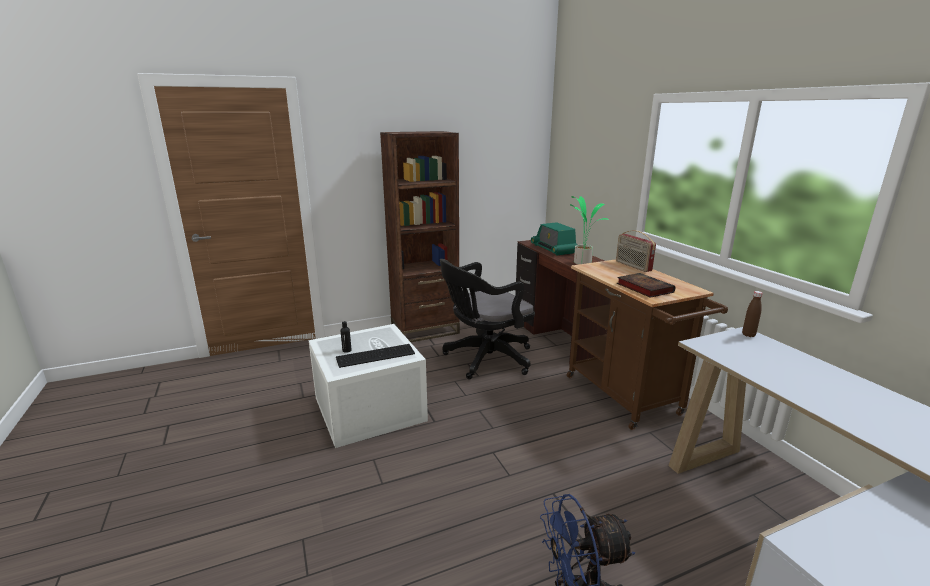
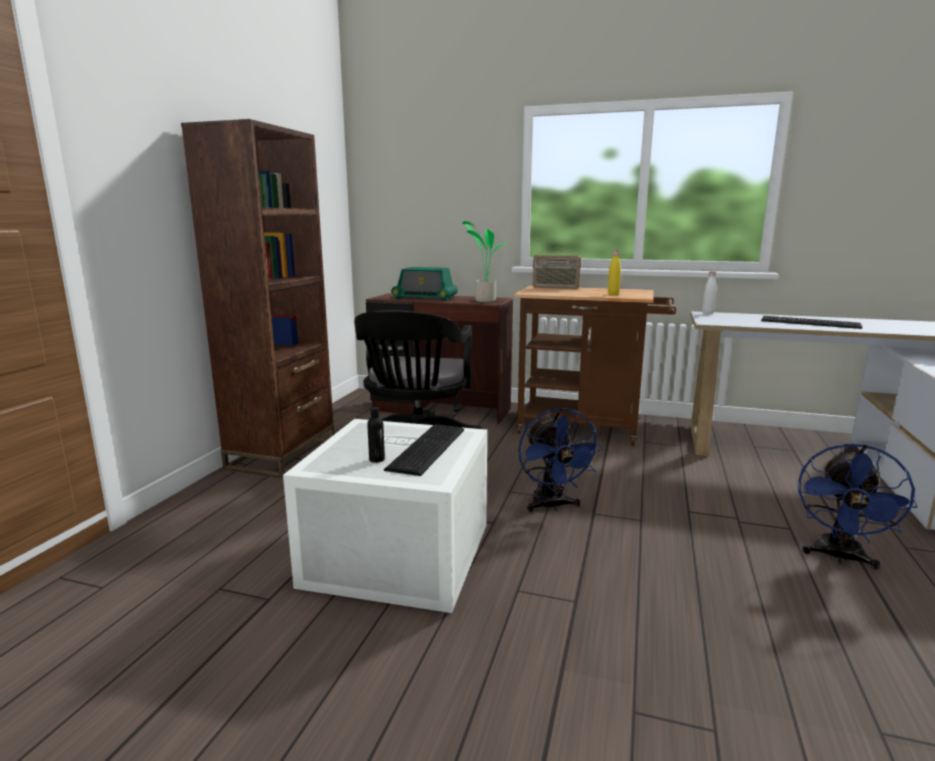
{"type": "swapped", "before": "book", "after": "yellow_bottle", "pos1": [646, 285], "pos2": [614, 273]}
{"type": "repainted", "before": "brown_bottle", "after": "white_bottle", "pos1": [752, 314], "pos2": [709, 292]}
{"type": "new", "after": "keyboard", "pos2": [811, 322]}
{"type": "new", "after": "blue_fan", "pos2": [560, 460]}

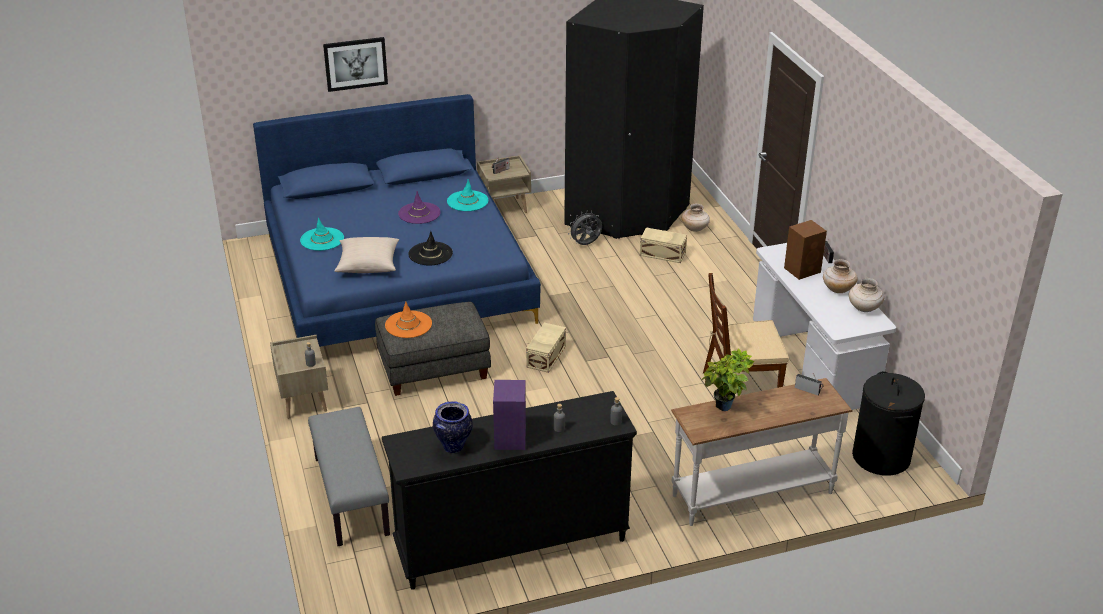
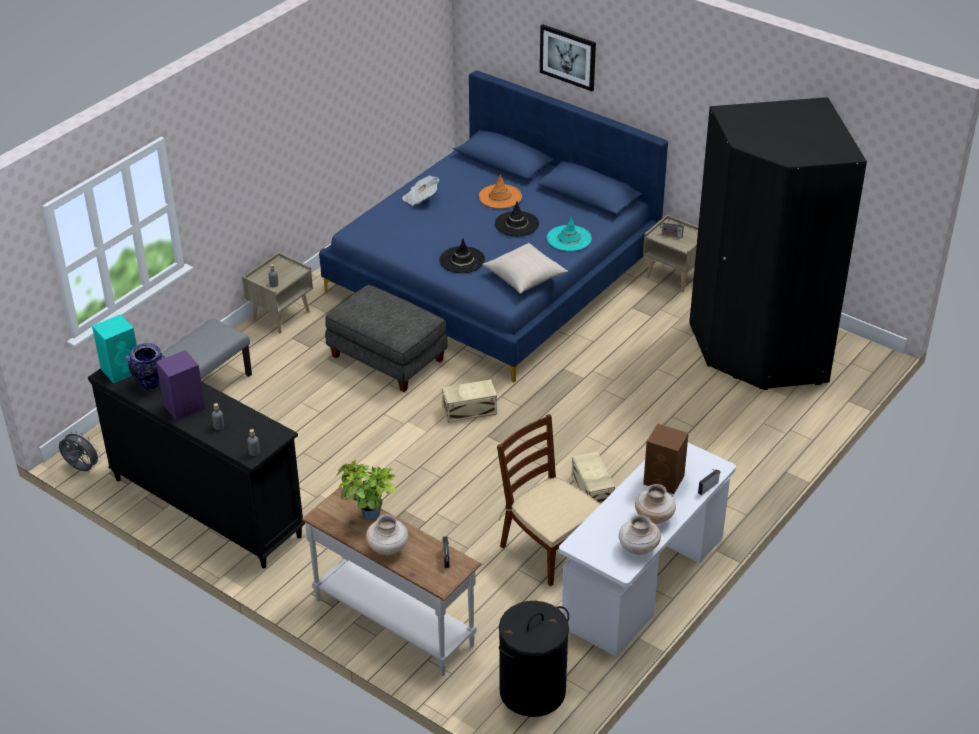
{"type": "repainted", "before": "purple_hat", "after": "black_hat", "pos1": [419, 207], "pos2": [517, 218]}
{"type": "shifted", "before": "beige_vase", "pos1": [696, 218], "pos2": [387, 534]}
{"type": "shifted", "before": "grey_fan", "pos1": [585, 227], "pos2": [80, 450]}
{"type": "swapped", "before": "turquoise_hat", "after": "newspaper", "pos1": [322, 234], "pos2": [420, 190]}
{"type": "shifted", "before": "beige_storage_box", "pos1": [663, 245], "pos2": [593, 477]}
{"type": "shifted", "before": "beige_pillow", "pos1": [366, 255], "pos2": [525, 268]}
{"type": "shifted", "before": "orange_hat", "pos1": [408, 319], "pos2": [500, 191]}
{"type": "new", "after": "turquoise_speaker", "pos2": [114, 348]}

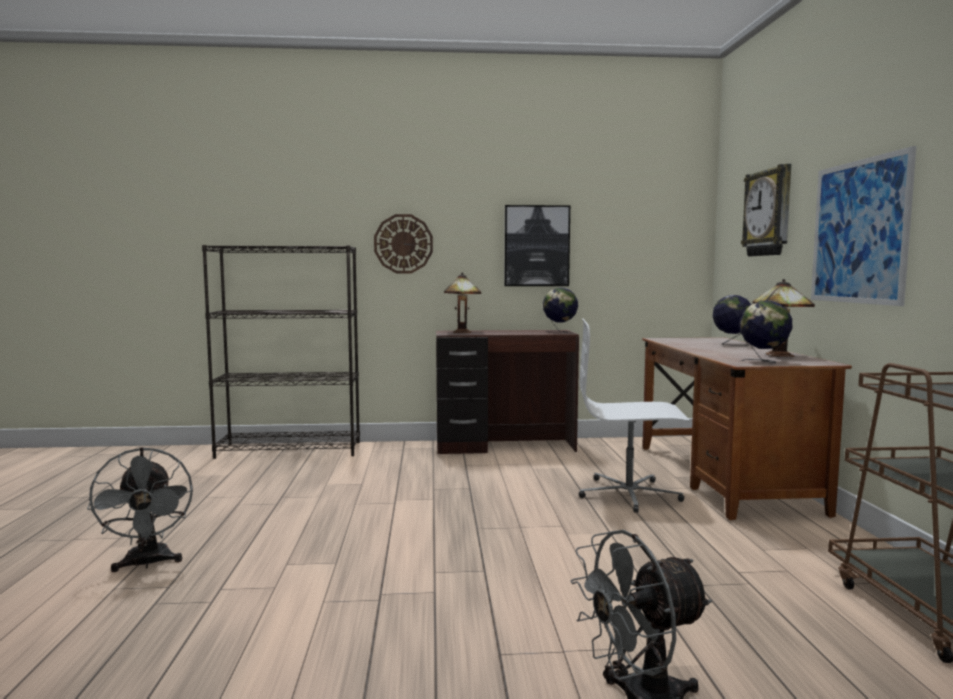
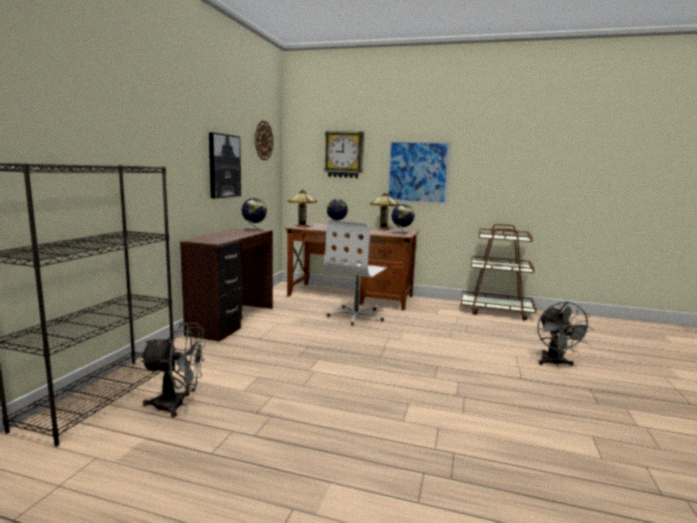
{"type": "shifted", "before": "wall_clock", "pos1": [403, 243], "pos2": [264, 140]}
{"type": "shifted", "before": "table_lamp", "pos1": [462, 302], "pos2": [302, 209]}
{"type": "shifted", "before": "grey_fan", "pos1": [140, 509], "pos2": [173, 370]}

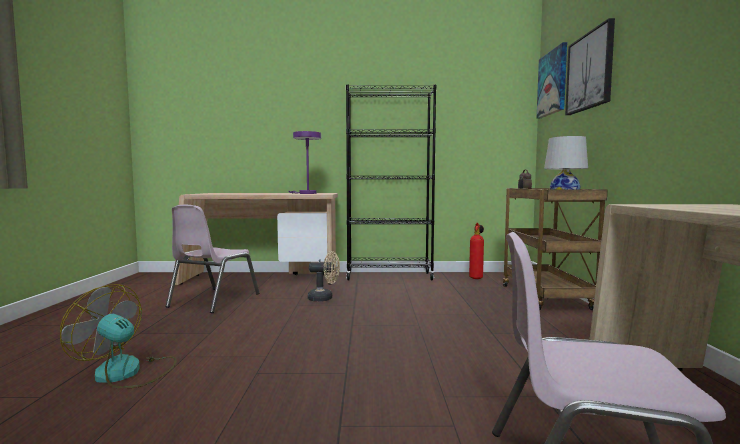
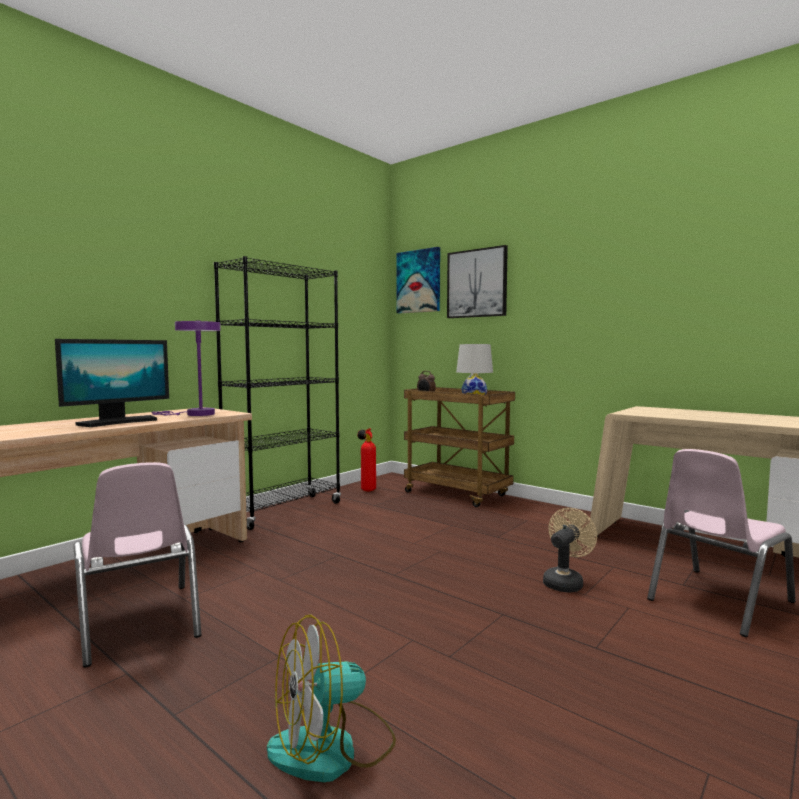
{"type": "shifted", "before": "beige_fan", "pos1": [324, 276], "pos2": [570, 550]}
{"type": "new", "after": "monitor", "pos2": [112, 383]}

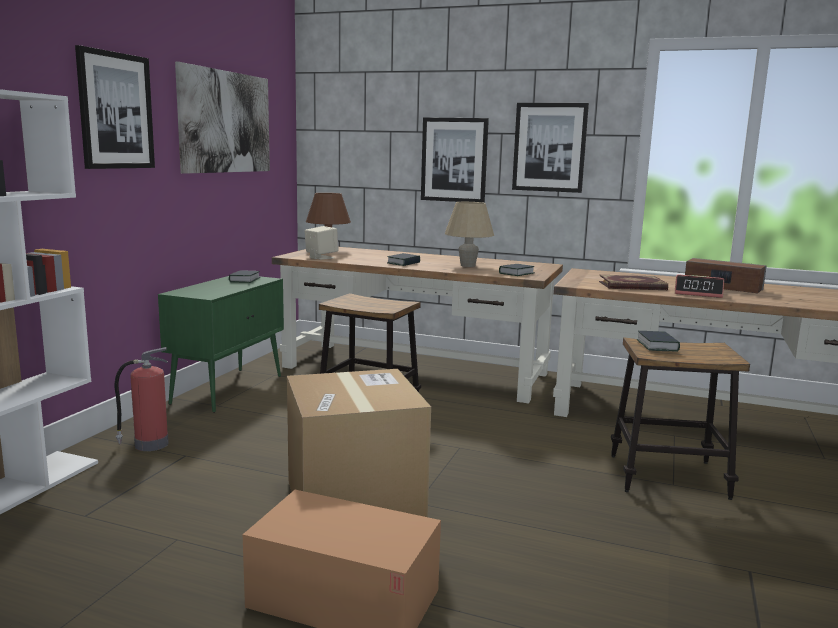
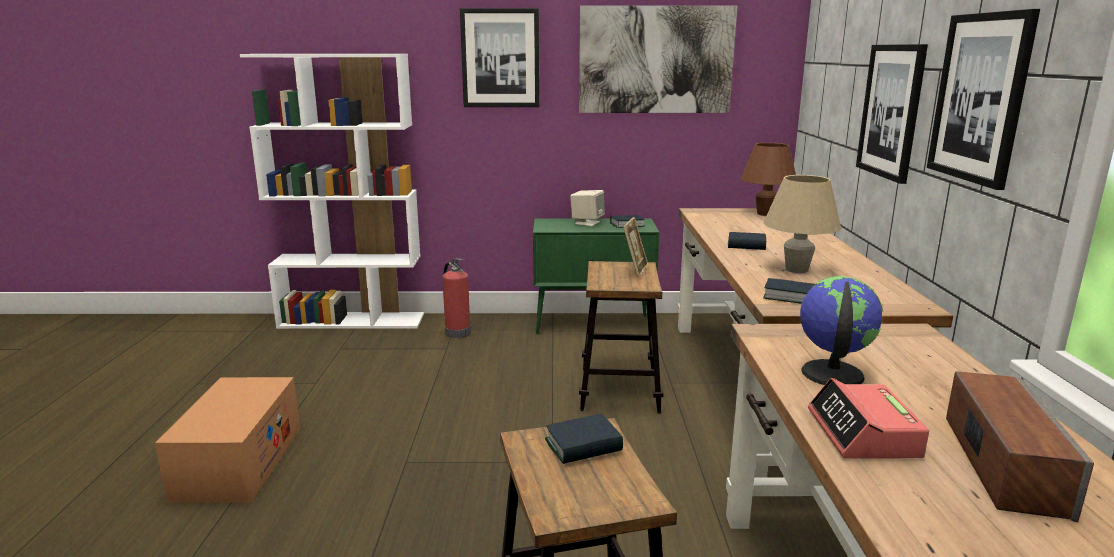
{"type": "shifted", "before": "beige_speaker", "pos1": [322, 243], "pos2": [587, 208]}
{"type": "swapped", "before": "book", "after": "globe", "pos1": [633, 282], "pos2": [841, 330]}
{"type": "gone", "before": "cardboard_box", "pos1": [359, 443]}
{"type": "new", "after": "picture_frame", "pos2": [635, 247]}

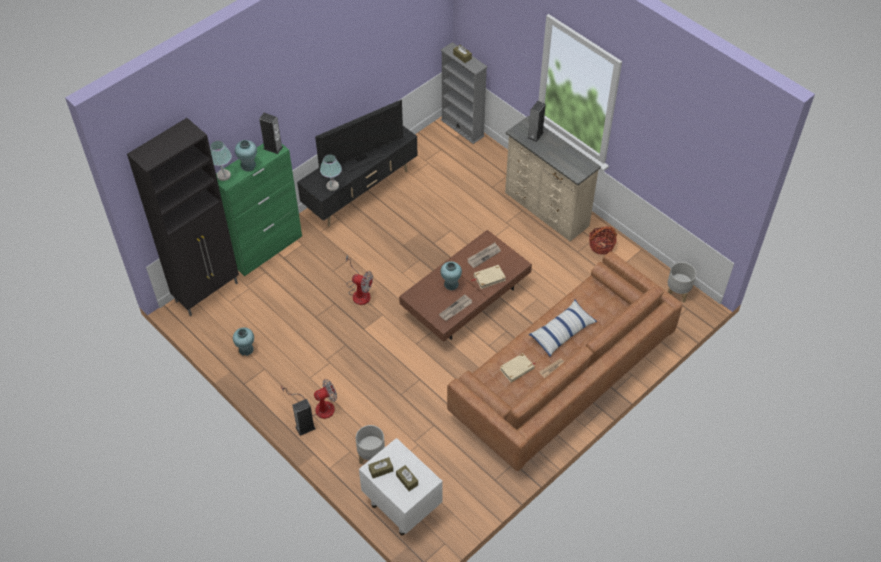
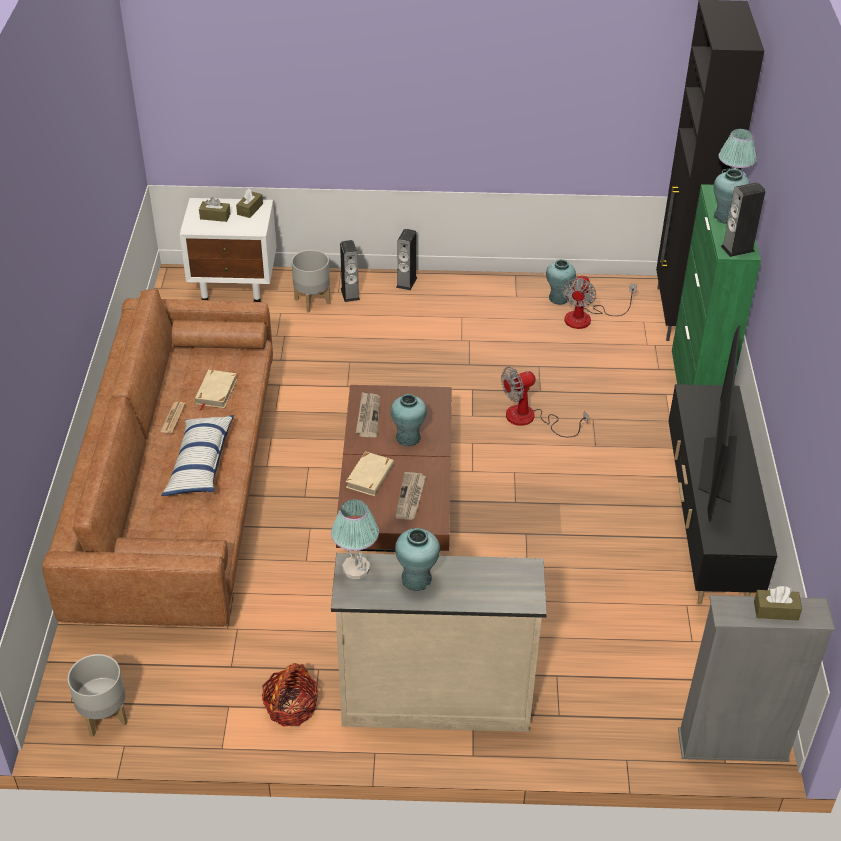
{"type": "shifted", "before": "speaker", "pos1": [536, 121], "pos2": [350, 271]}
{"type": "shifted", "before": "table_lamp", "pos1": [331, 172], "pos2": [355, 539]}
{"type": "shifted", "before": "fan", "pos1": [309, 399], "pos2": [599, 302]}
{"type": "new", "after": "turquoise_vase", "pos2": [417, 559]}

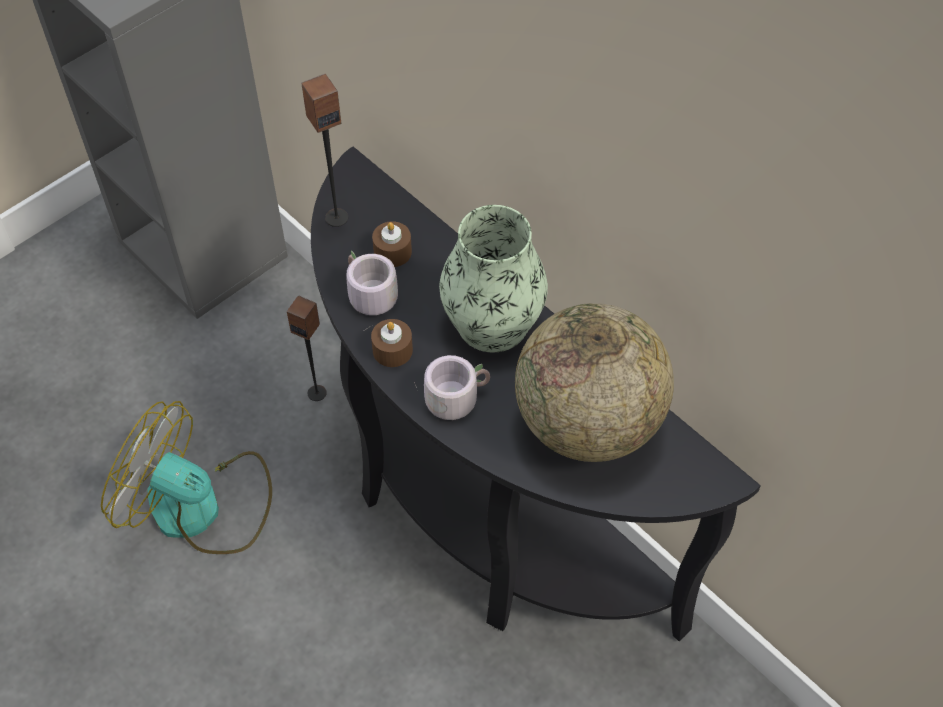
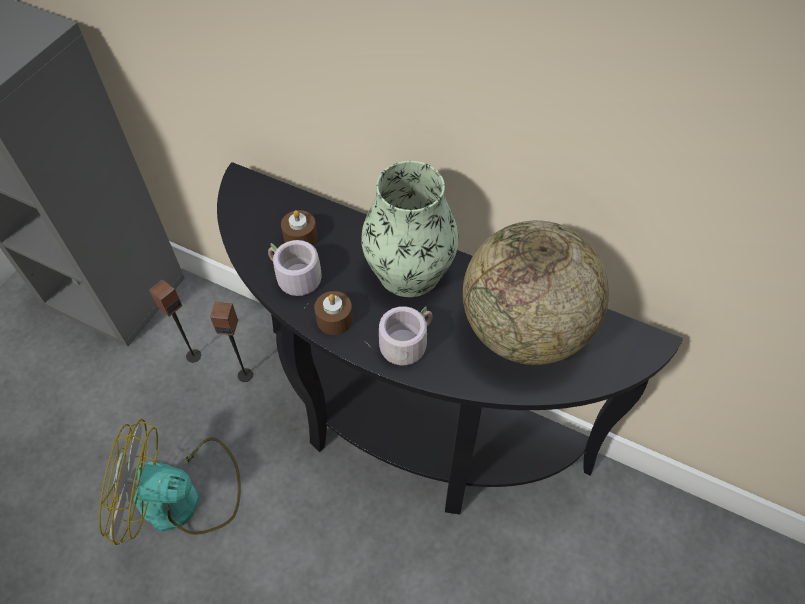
{"type": "shifted", "before": "speaker", "pos1": [325, 150], "pos2": [175, 321]}

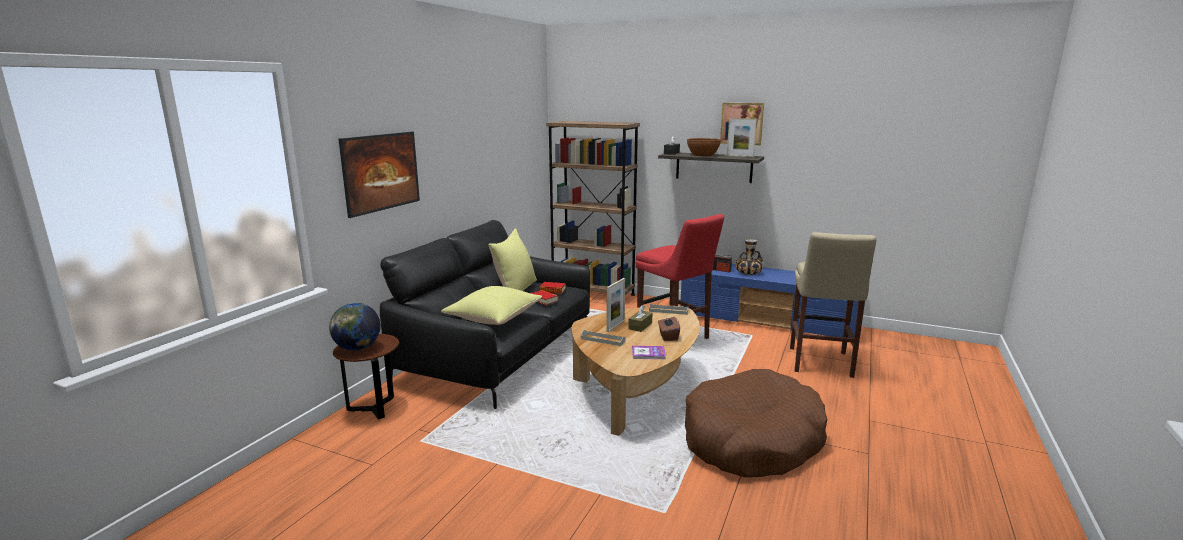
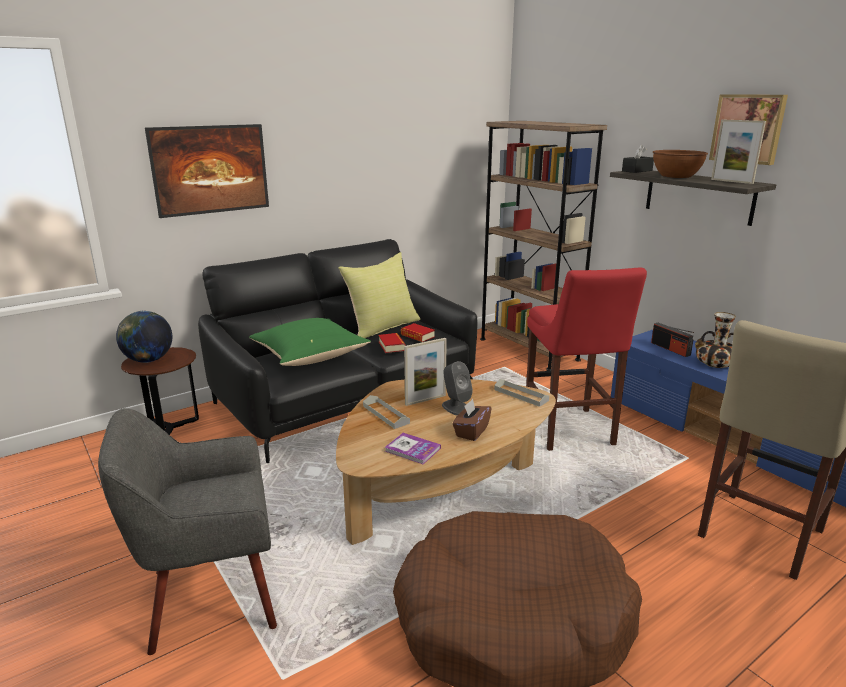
{"type": "repainted", "before": "yellow_pillow", "after": "green_pillow", "pos1": [491, 305], "pos2": [310, 342]}
{"type": "swapped", "before": "brown_tissue_box", "after": "grey_speaker", "pos1": [640, 318], "pos2": [457, 388]}
{"type": "new", "after": "grey_armchair", "pos2": [187, 531]}

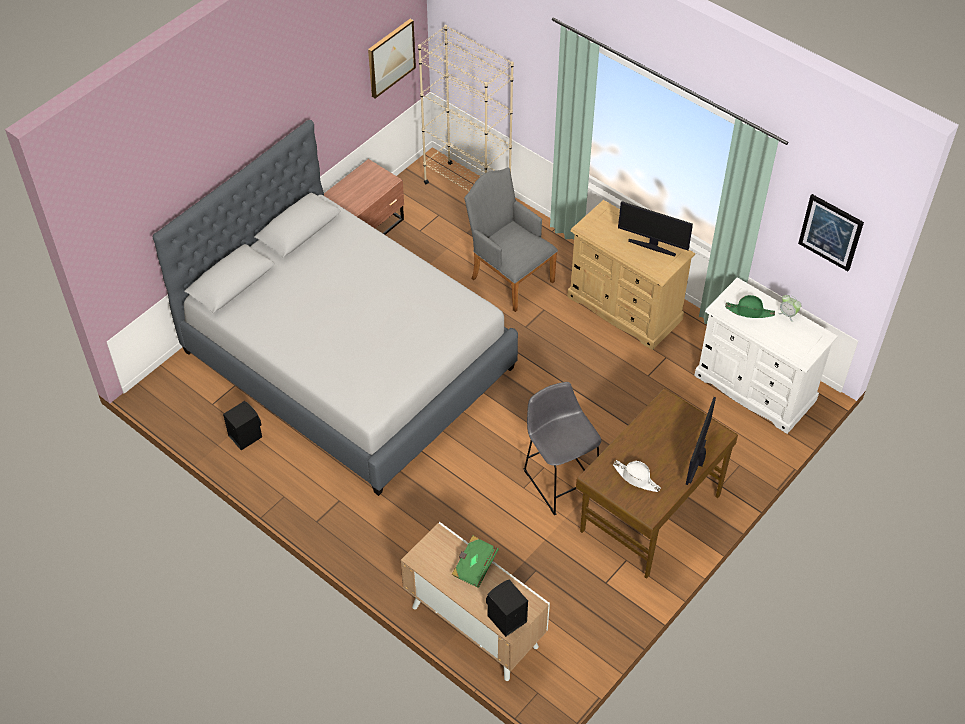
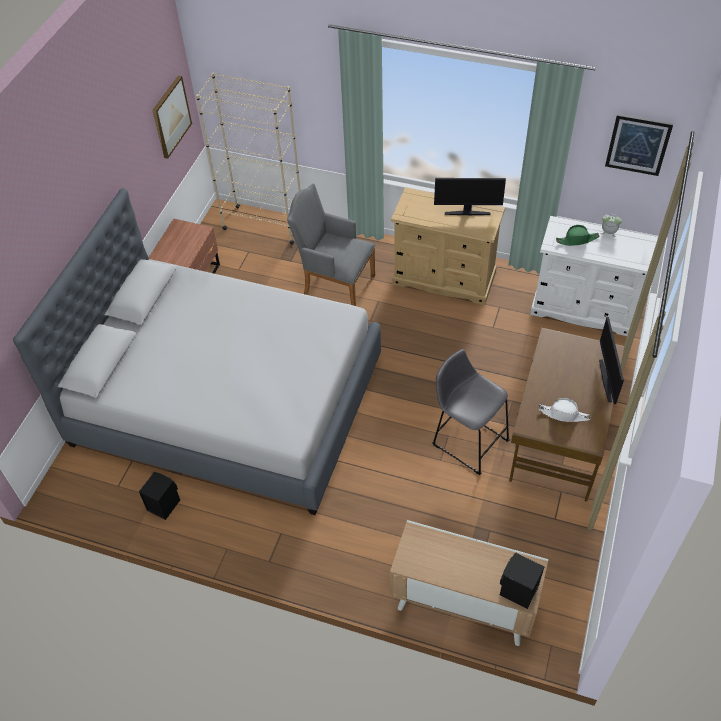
{"type": "gone", "before": "green_book", "pos1": [475, 562]}

